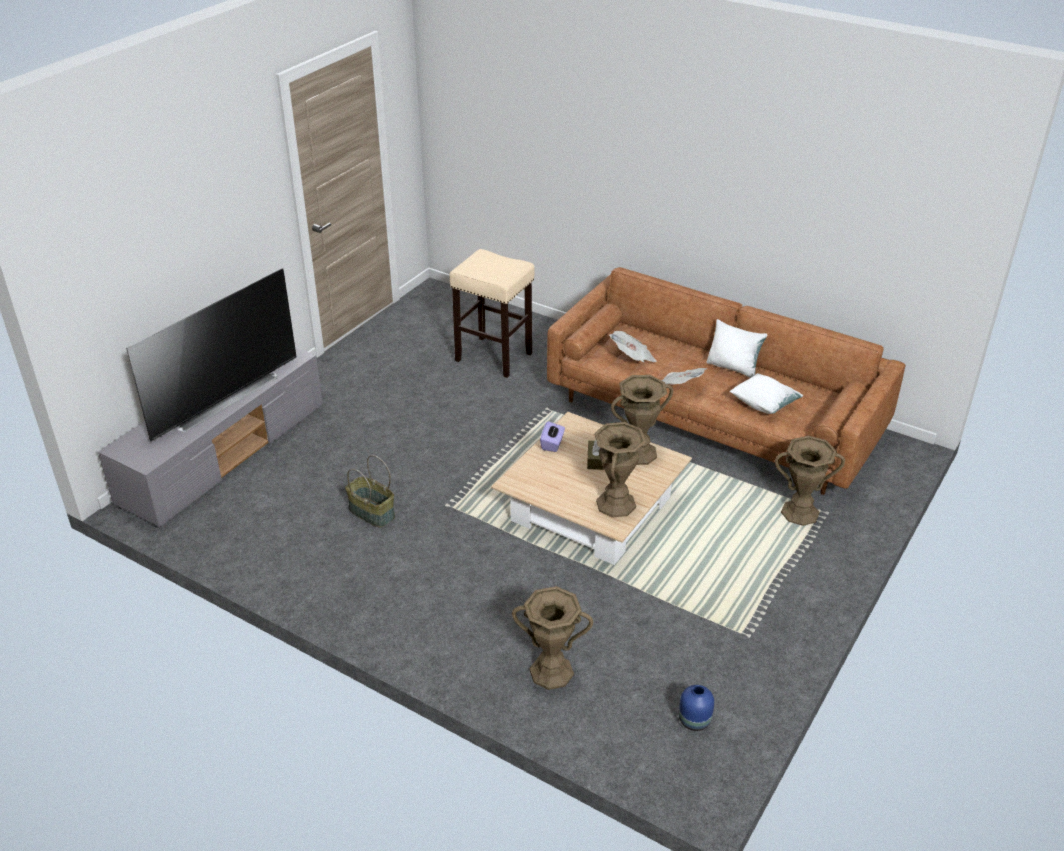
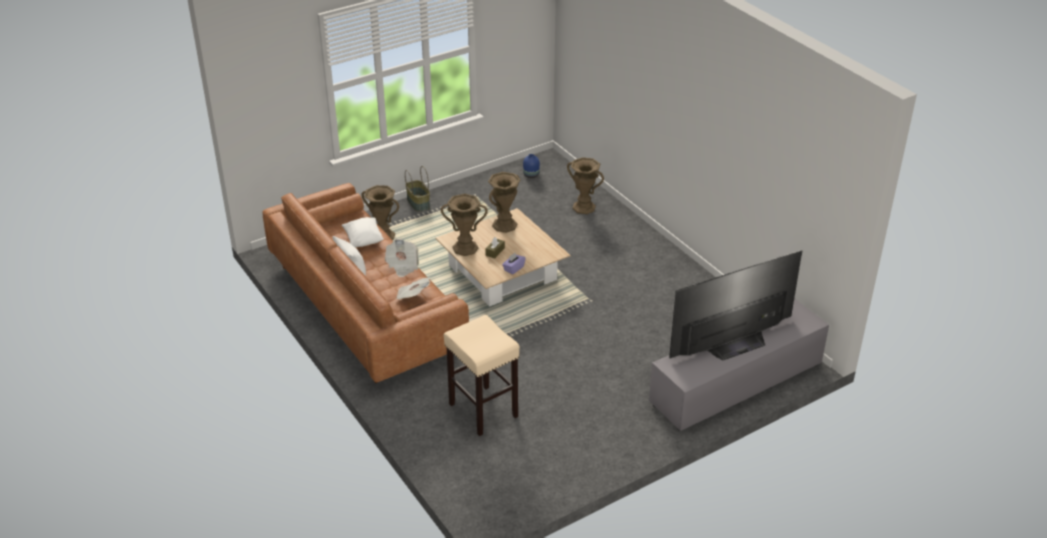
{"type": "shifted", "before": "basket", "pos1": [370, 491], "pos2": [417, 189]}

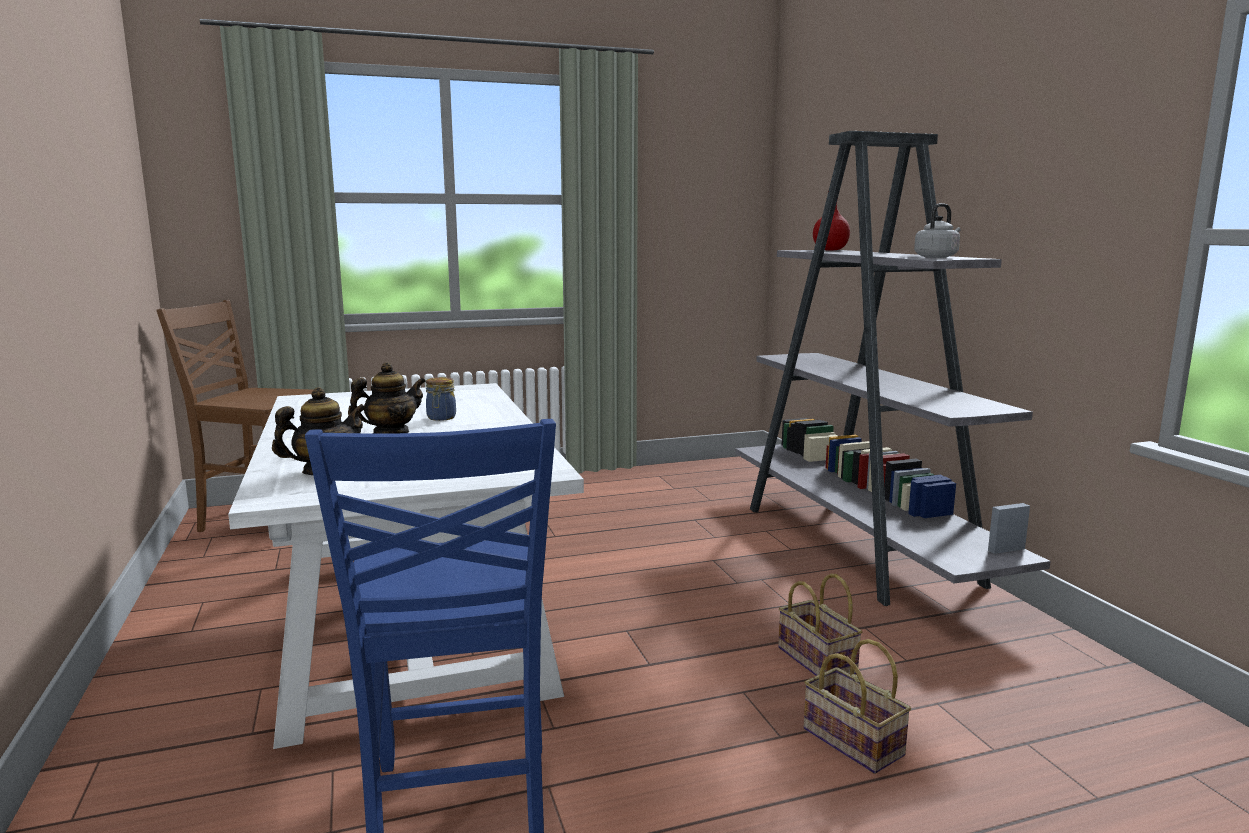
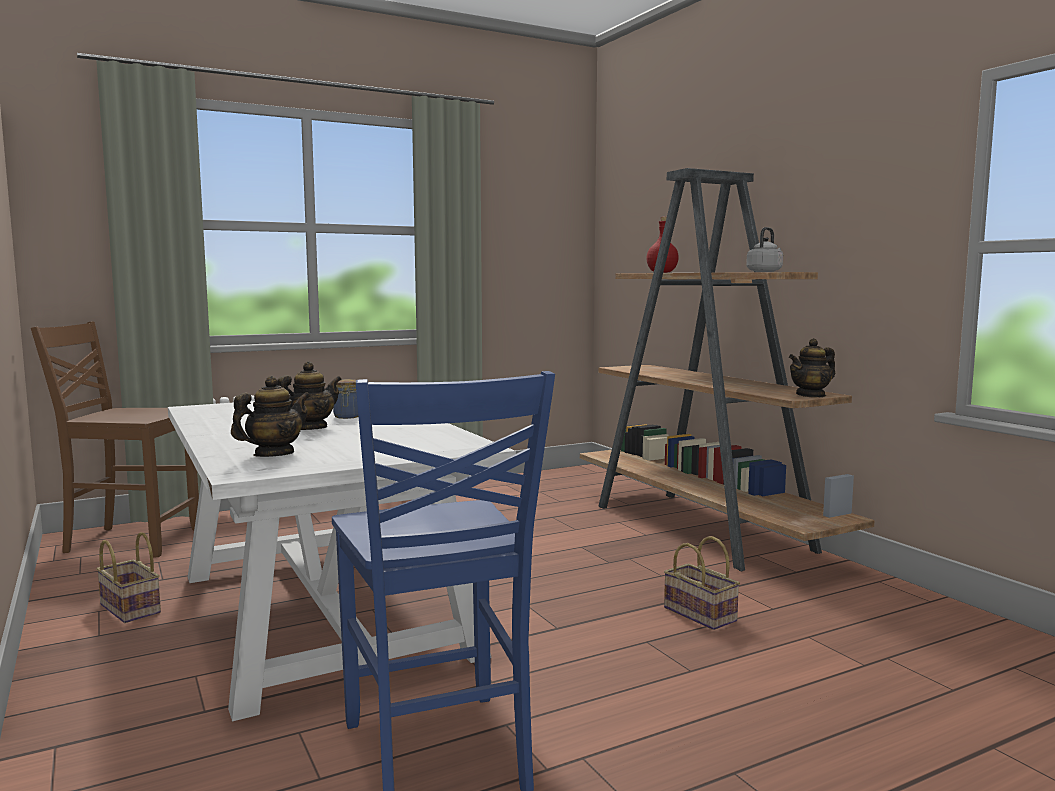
{"type": "repainted", "before": "grey_bookcase", "after": "brown_bookcase", "pos1": [893, 368], "pos2": [727, 369]}
{"type": "shifted", "before": "basket", "pos1": [857, 706], "pos2": [128, 577]}
{"type": "new", "after": "teapot", "pos2": [812, 368]}

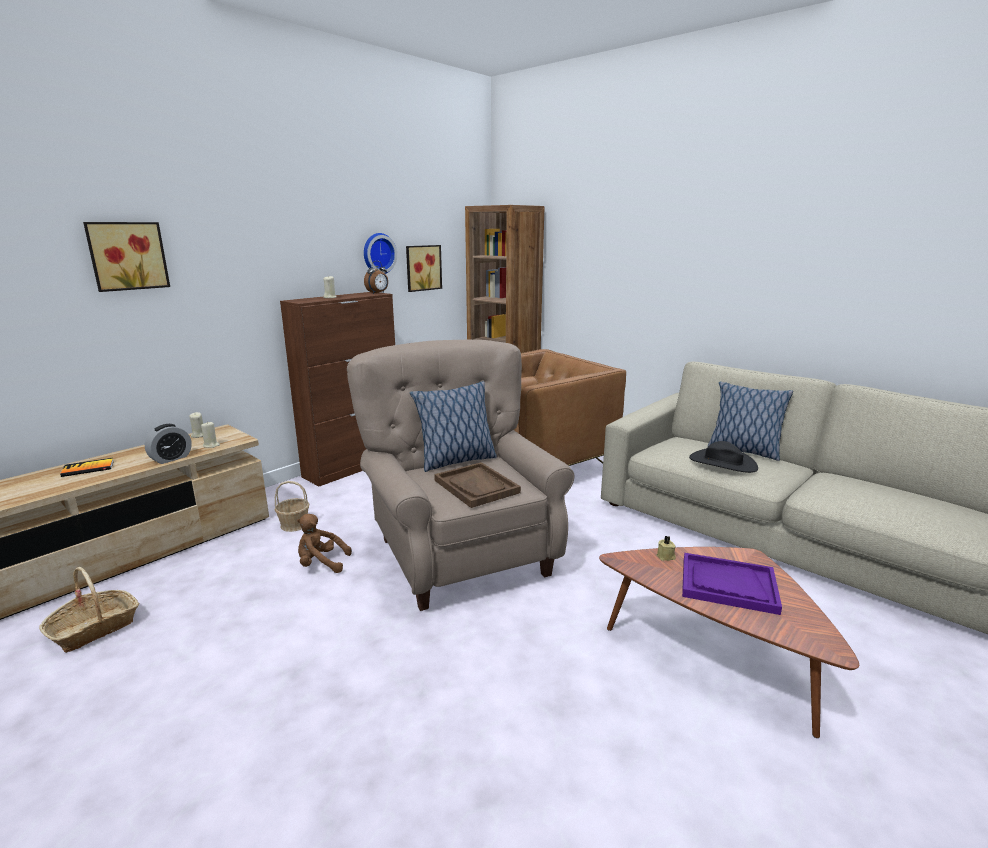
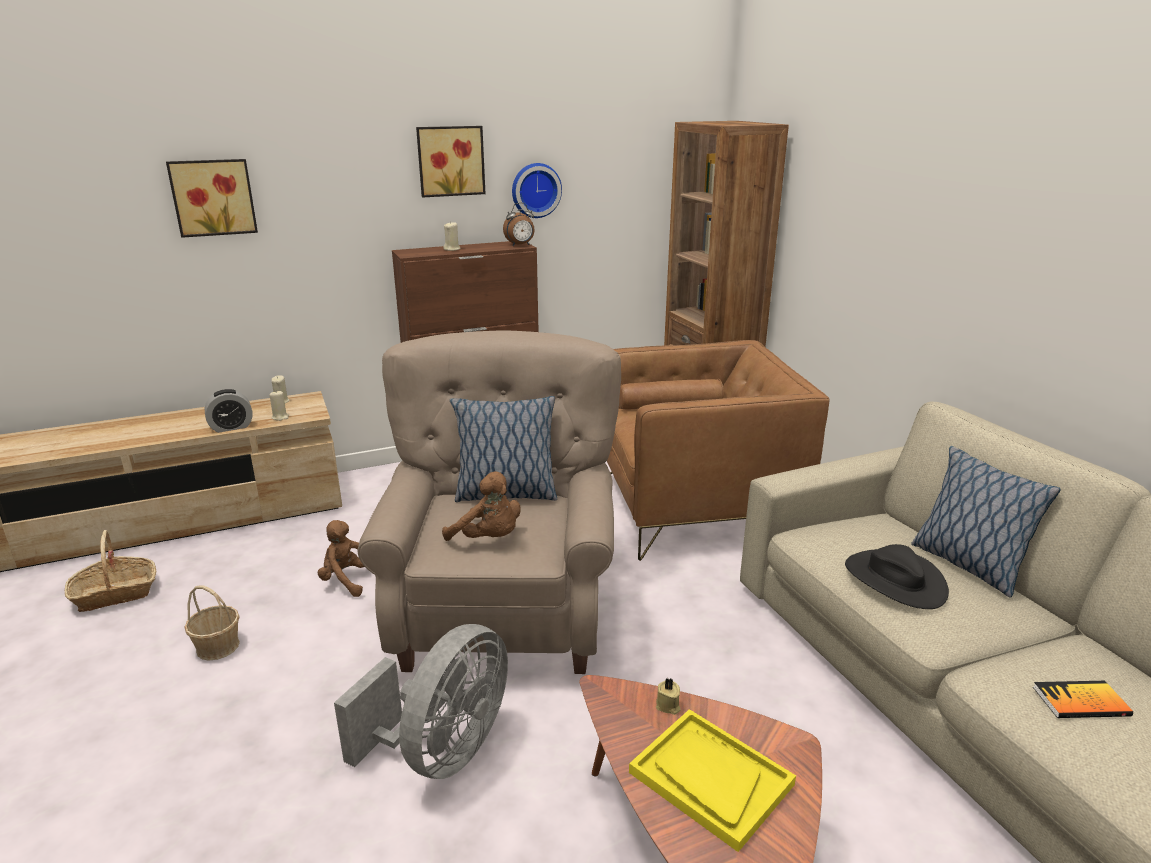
{"type": "shifted", "before": "picture", "pos1": [424, 268], "pos2": [451, 161]}
{"type": "shifted", "before": "book", "pos1": [87, 467], "pos2": [1083, 699]}
{"type": "swapped", "before": "brown_tray", "after": "brown_plush_toy", "pos1": [477, 485], "pos2": [481, 506]}
{"type": "shifted", "before": "basket", "pos1": [292, 506], "pos2": [212, 623]}
{"type": "repainted", "before": "purple_tray", "after": "yellow_tray", "pos1": [732, 584], "pos2": [712, 780]}
{"type": "new", "after": "grey_fan", "pos2": [421, 701]}

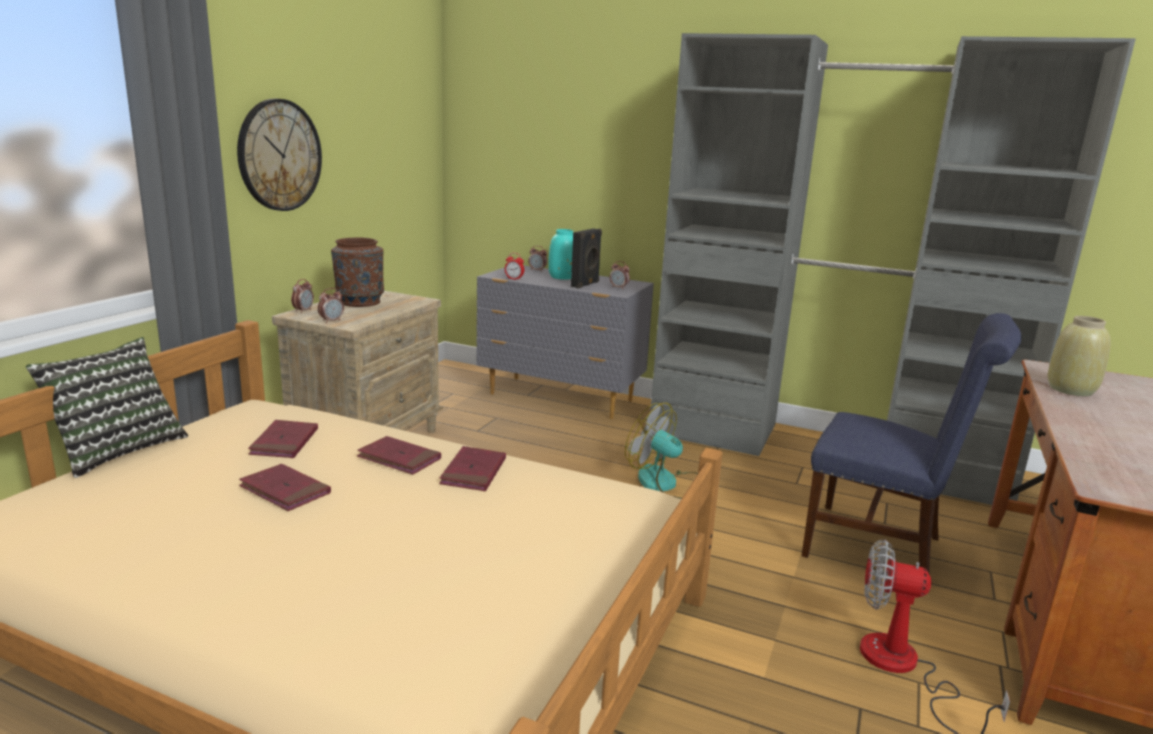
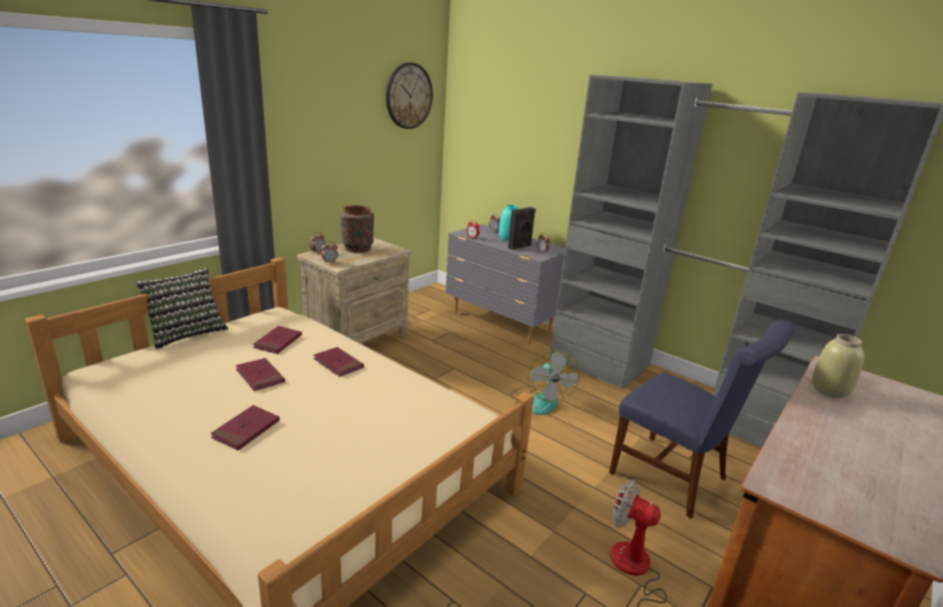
{"type": "shifted", "before": "wall_clock", "pos1": [279, 155], "pos2": [409, 96]}
{"type": "rotated", "before": "fan", "pos1": [661, 451], "pos2": [545, 383], "turn": -150}
{"type": "shifted", "before": "red_book", "pos1": [472, 468], "pos2": [245, 427]}

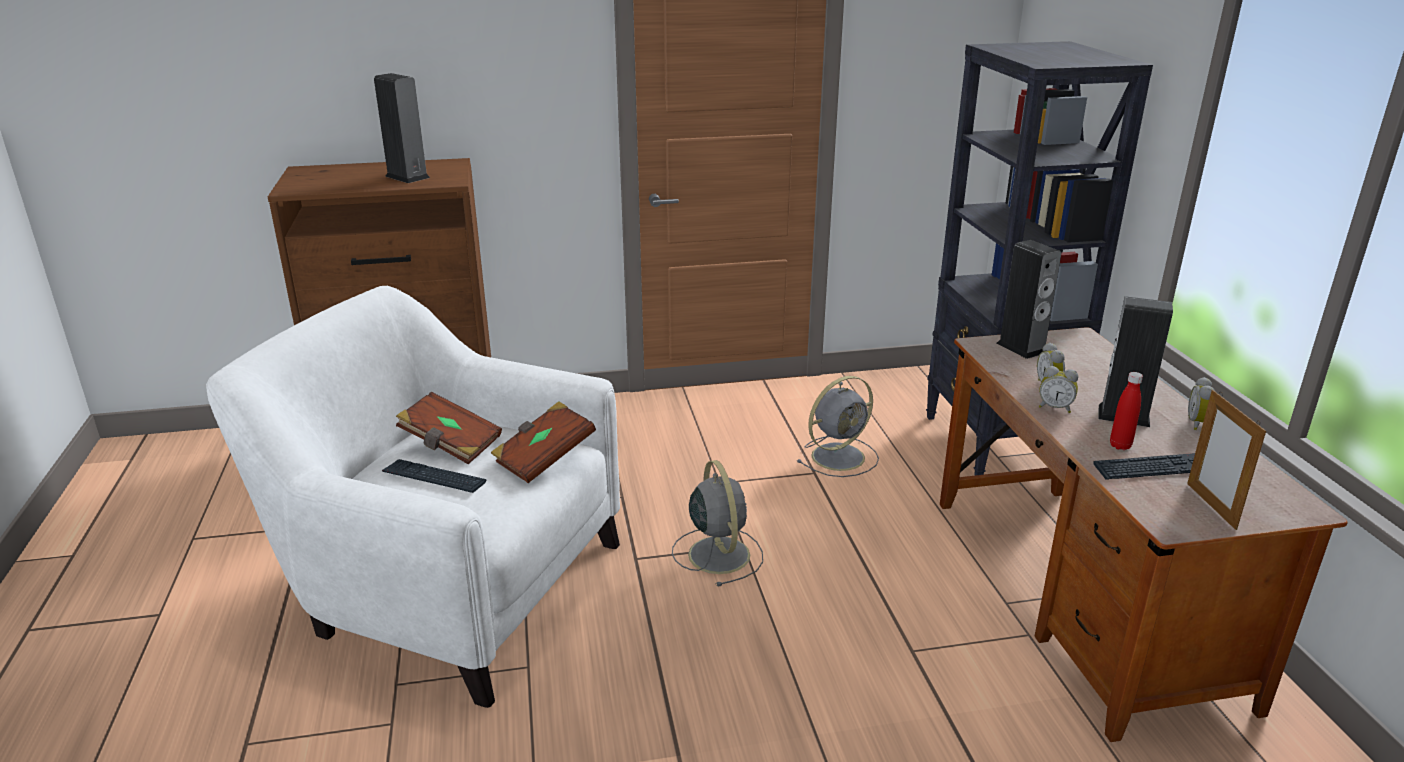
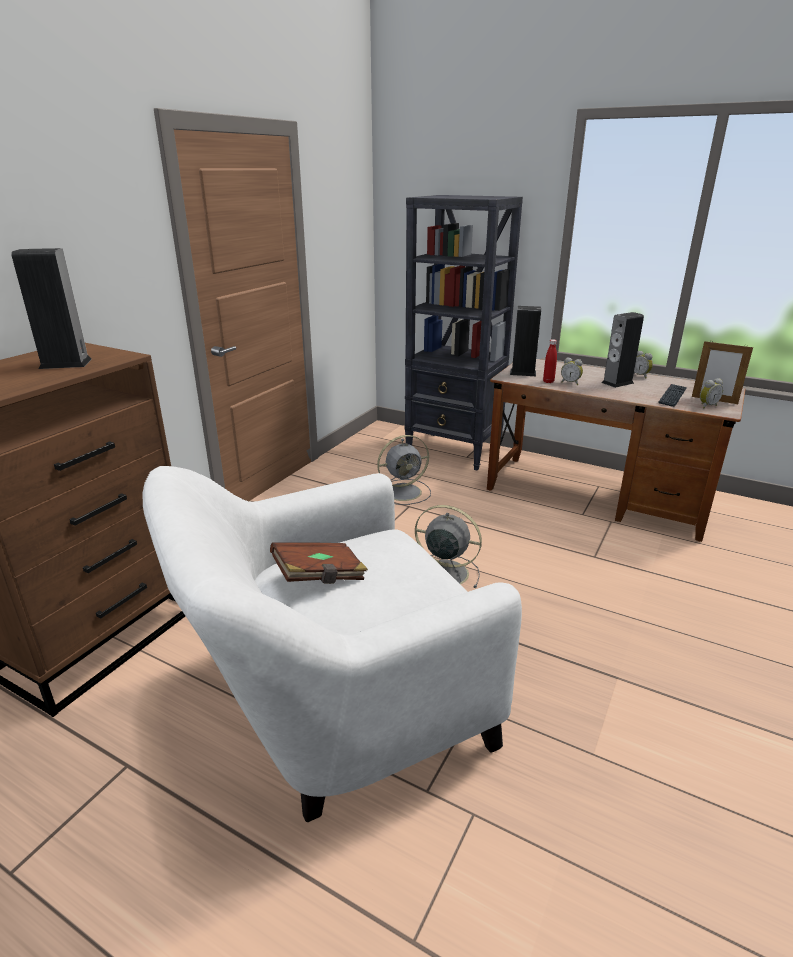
{"type": "shifted", "before": "alarm_clock", "pos1": [1058, 389], "pos2": [711, 393]}
{"type": "shifted", "before": "red_bottle", "pos1": [1126, 411], "pos2": [550, 361]}
{"type": "rotated", "before": "grey_fan", "pos1": [838, 426], "pos2": [404, 470], "turn": 60}
{"type": "gone", "before": "brown_book", "pos1": [543, 442]}
{"type": "gone", "before": "keyboard", "pos1": [434, 476]}

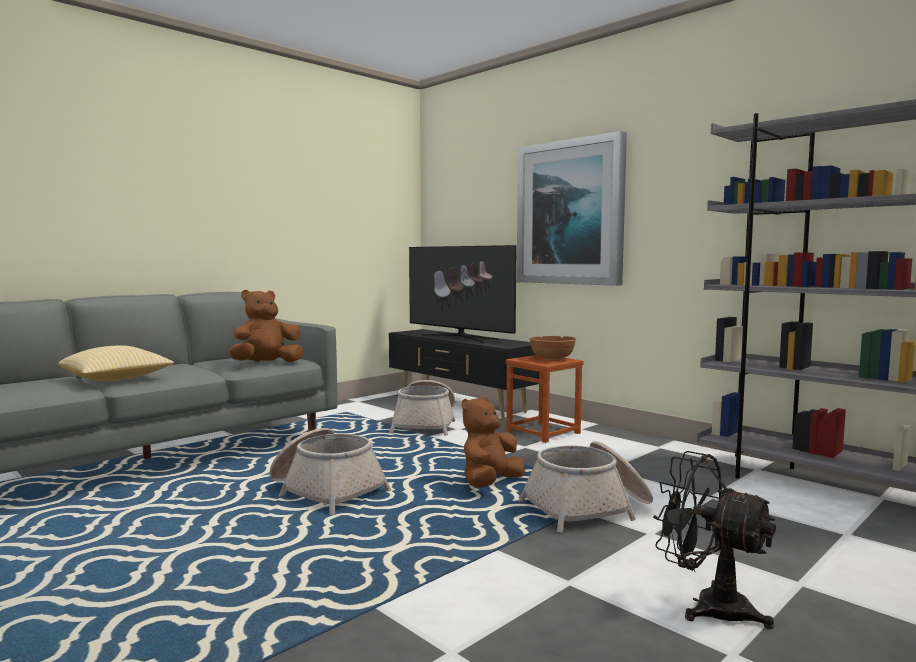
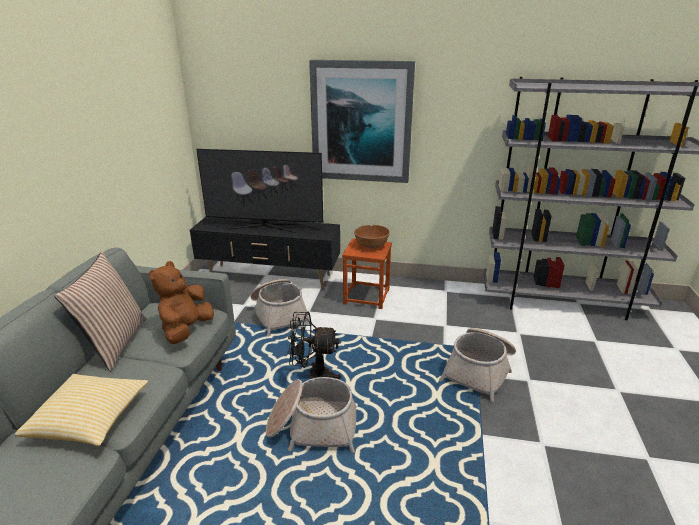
{"type": "gone", "before": "brown_plush_toy", "pos1": [493, 441]}
{"type": "shifted", "before": "black_fan", "pos1": [714, 540], "pos2": [314, 345]}
{"type": "new", "after": "pillow", "pos2": [100, 311]}

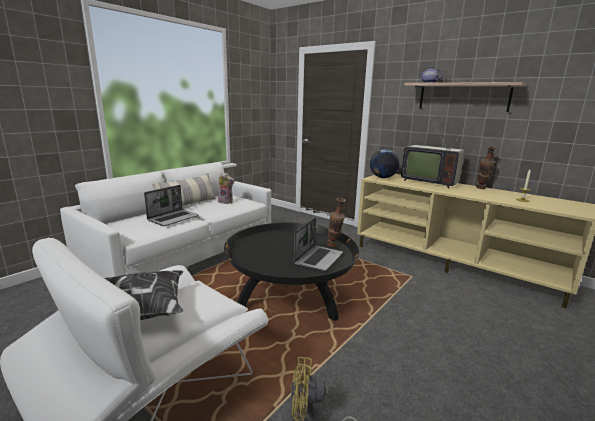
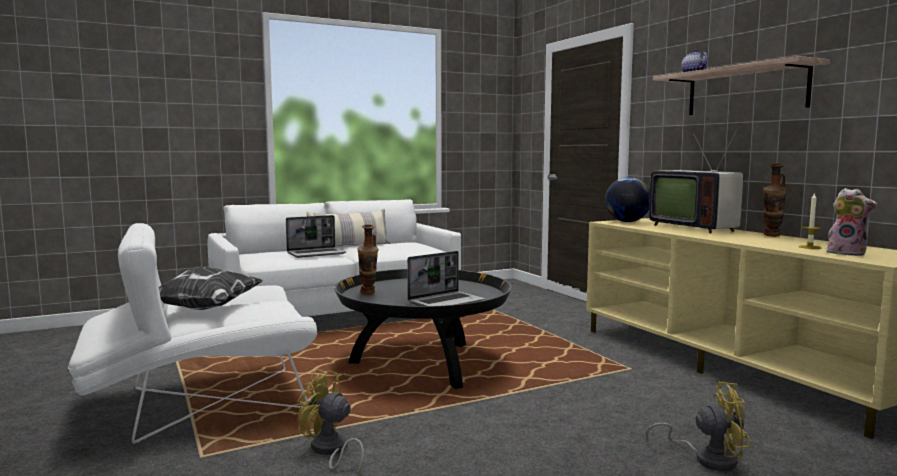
{"type": "shifted", "before": "plush_toy", "pos1": [226, 188], "pos2": [852, 222]}
{"type": "shifted", "before": "vase", "pos1": [336, 222], "pos2": [367, 259]}
{"type": "new", "after": "yellow_fan", "pos2": [699, 426]}

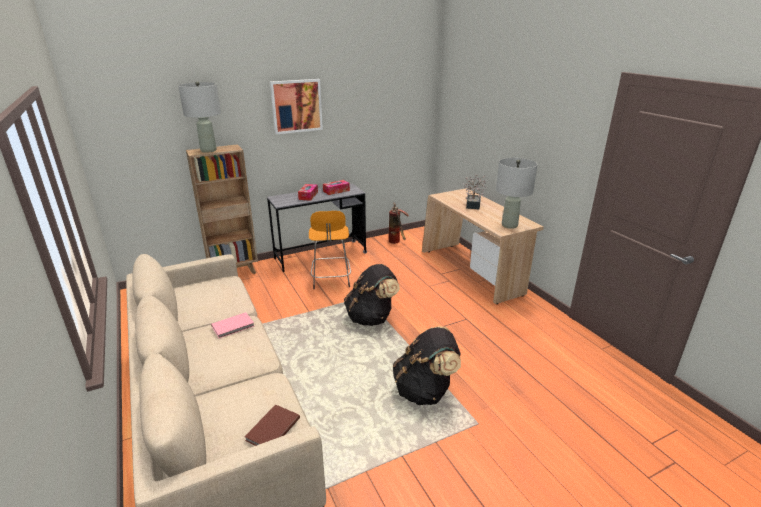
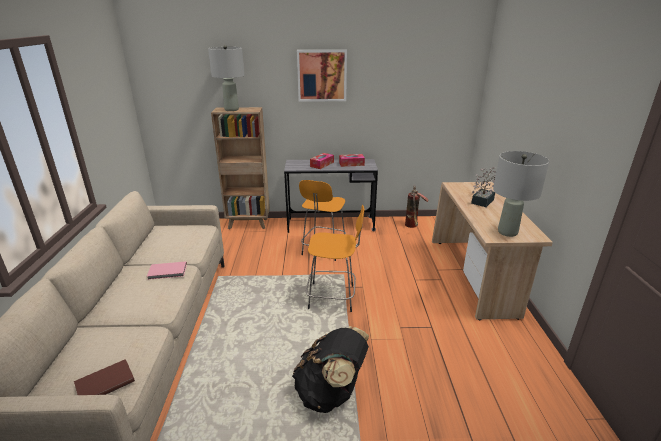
{"type": "swapped", "before": "black_backpack", "after": "orange_stool", "pos1": [372, 295], "pos2": [335, 258]}

